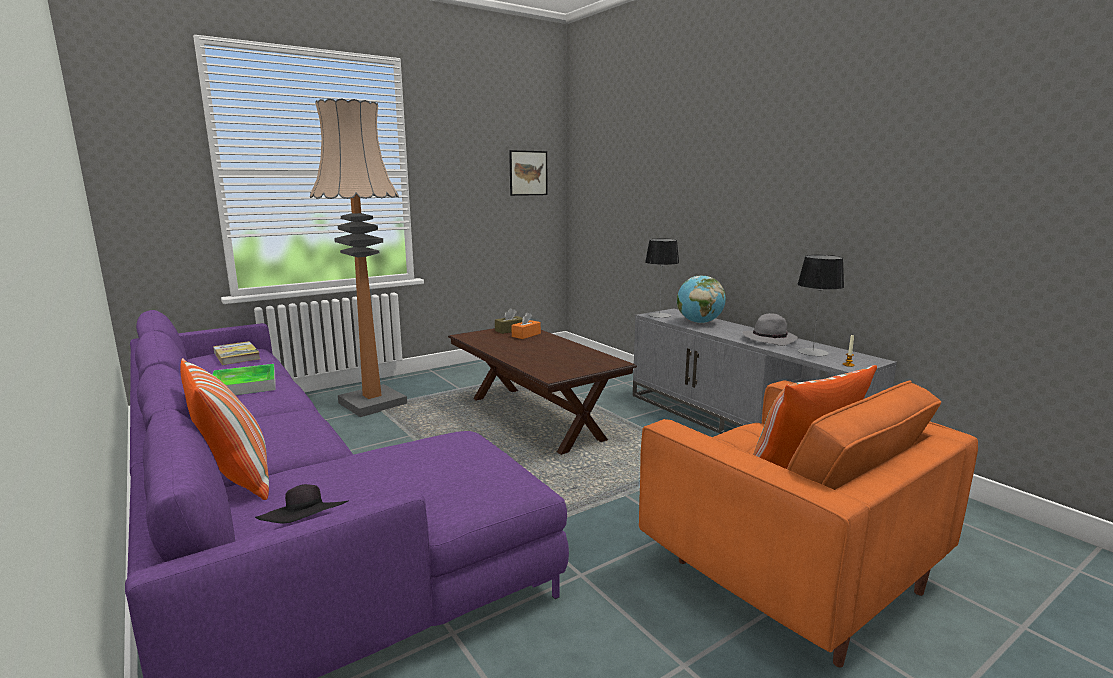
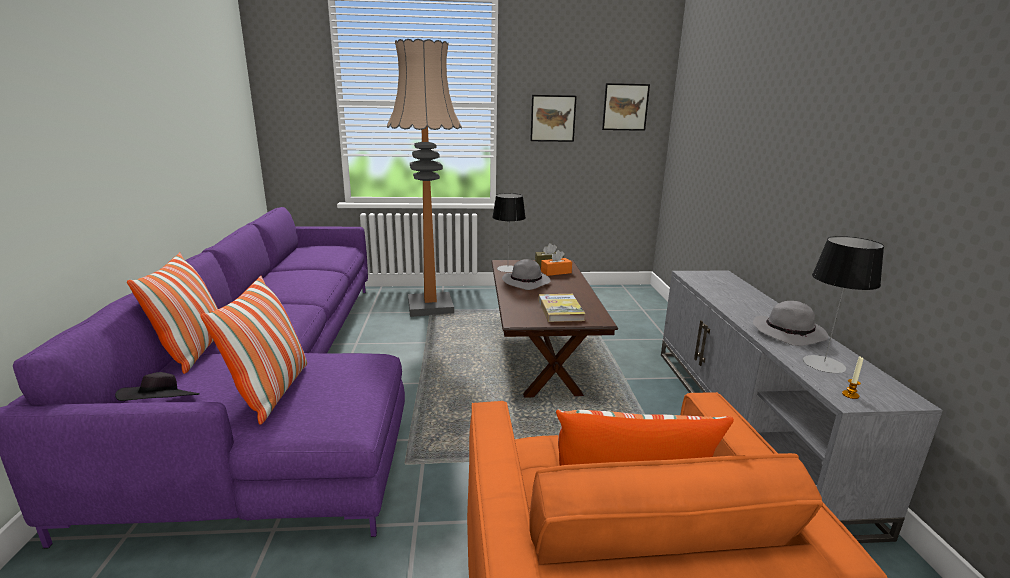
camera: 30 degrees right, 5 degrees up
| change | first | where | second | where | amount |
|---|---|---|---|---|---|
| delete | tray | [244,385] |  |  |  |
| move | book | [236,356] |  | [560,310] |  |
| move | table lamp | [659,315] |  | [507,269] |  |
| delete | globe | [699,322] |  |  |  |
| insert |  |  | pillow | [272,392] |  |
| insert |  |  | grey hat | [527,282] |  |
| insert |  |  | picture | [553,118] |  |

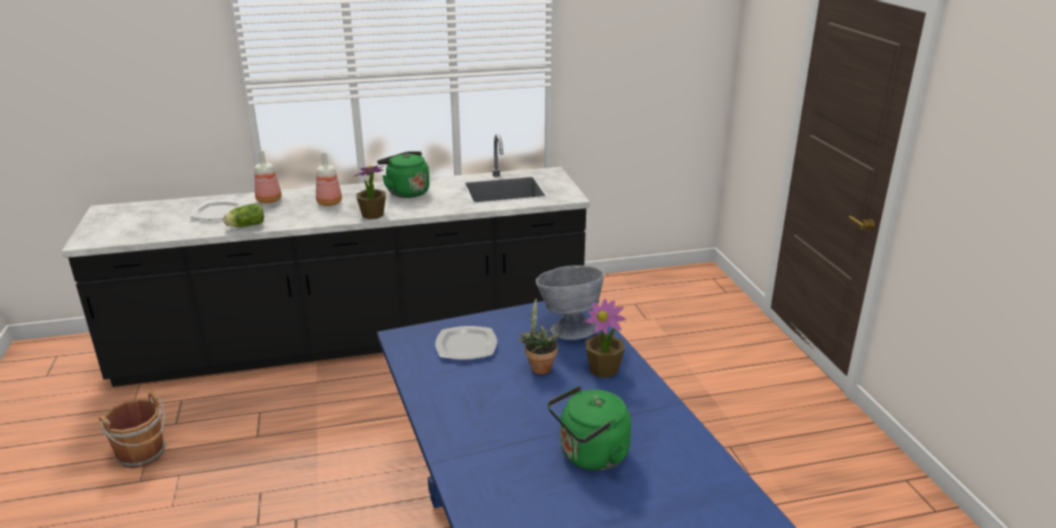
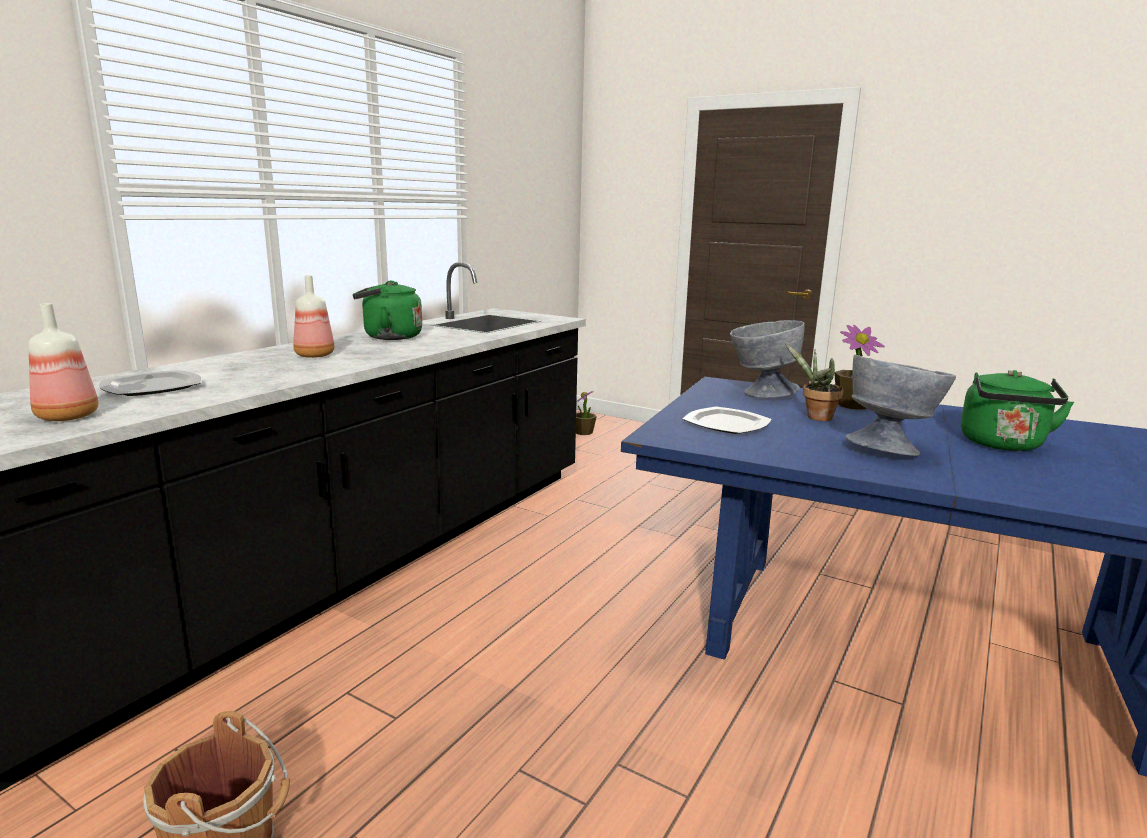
camera: 45 degrees left, 10 degrees down
| change | first | where | second | where | amount |
|---|---|---|---|---|---|
| delete | lettuce | [245,226] |  |  |  |
| move | bottle | [268,200] |  | [66,416] |  |
| move | potted plant | [372,215] |  | [583,432] |  |
| insert |  |  | grey bowl | [889,448] |  |

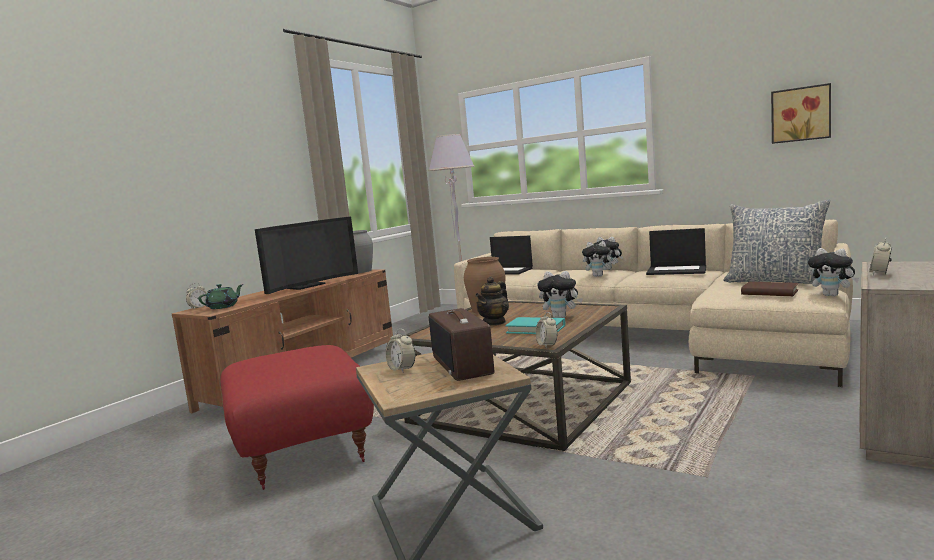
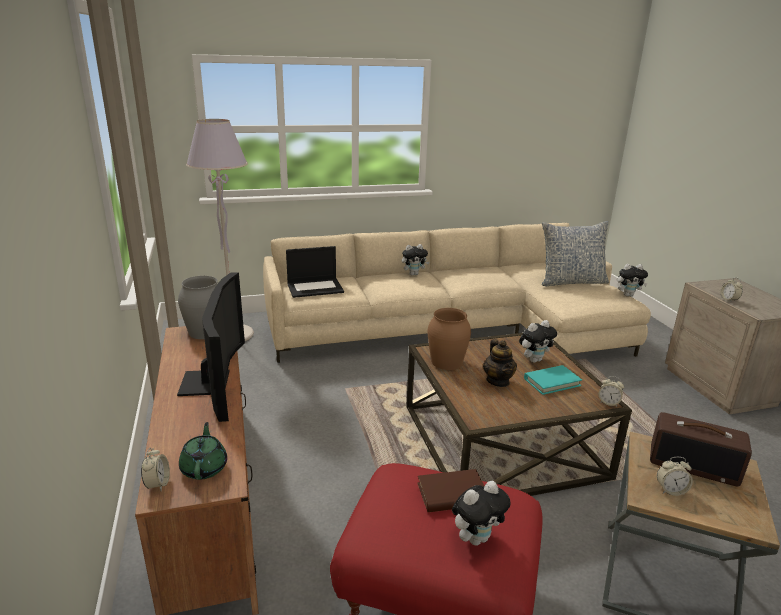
camera: 50 degrees left, 15 degrees up
| change | first | where | second | where | amount |
|---|---|---|---|---|---|
| move | plush toy | [599,276] |  | [476,538] |  |
| delete | laptop | [677,270] |  |  |  |
| move | brown book | [769,292] |  | [452,494] |  |
| delete | picture | [800,114] |  |  |  |

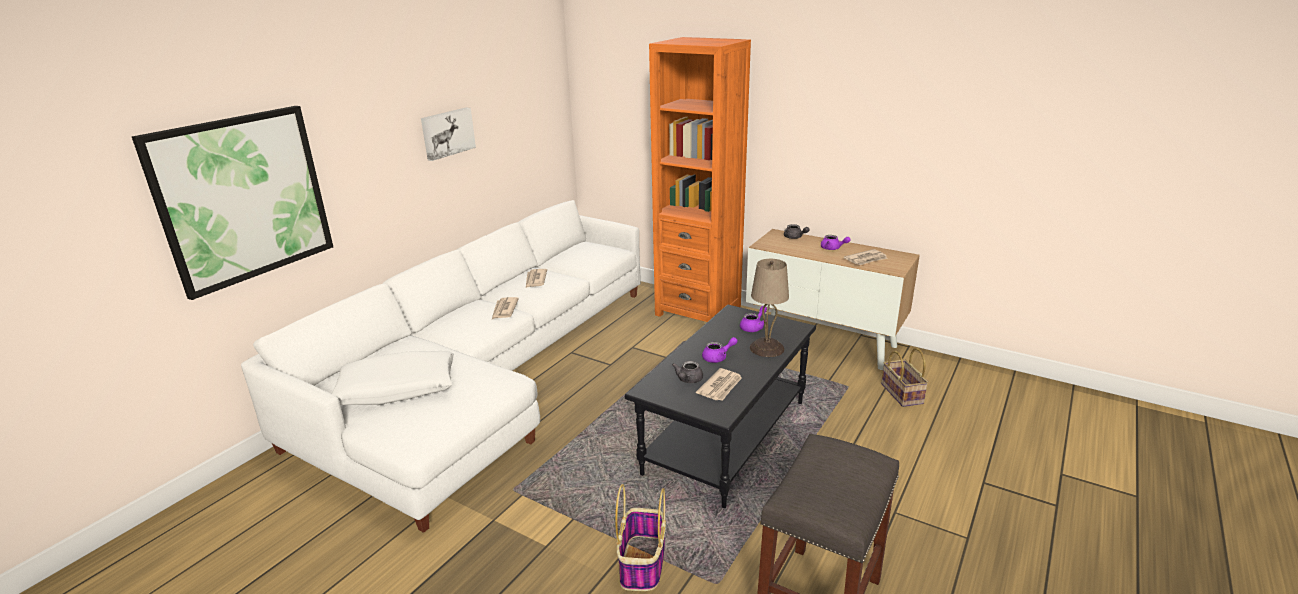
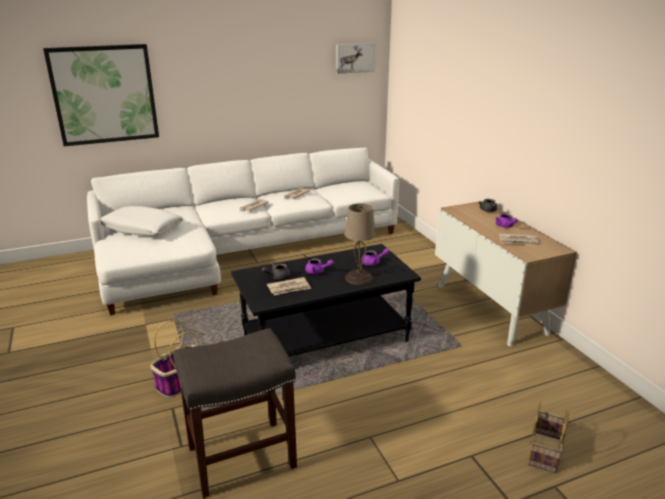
camera: 35 degrees right, 0 degrees up
| change | first | where | second | where | amount |
|---|---|---|---|---|---|
| move | picture | [447,133] |  | [354,58] |  |
| delete | orange bookcase | [698,311] |  |  |  |
| move | basket | [900,393] |  | [543,451] |  |

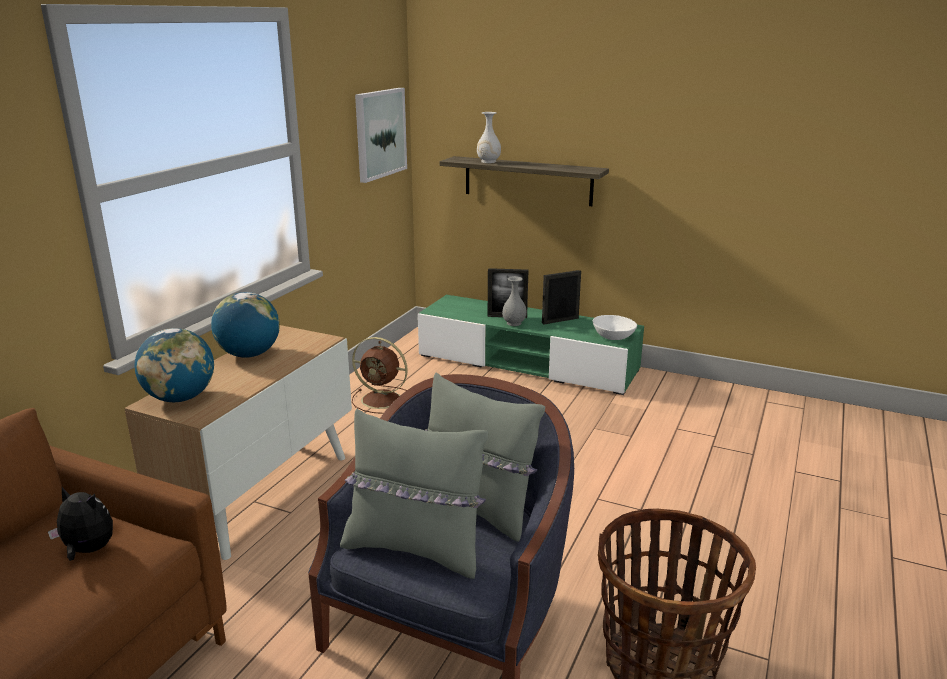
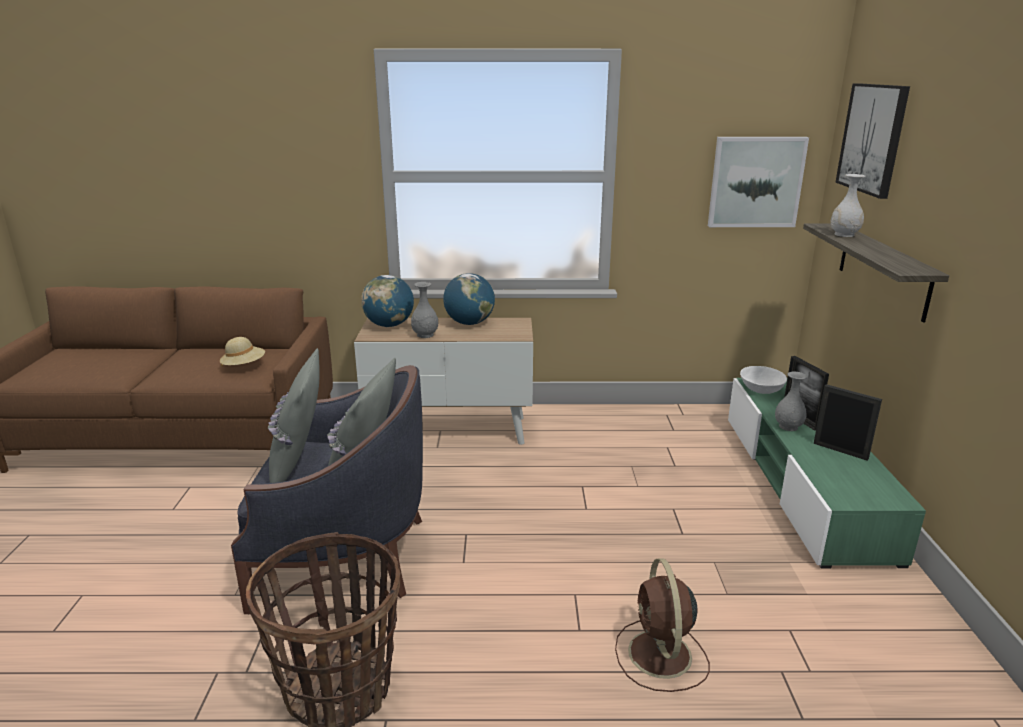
camera: 65 degrees right, 0 degrees up
| change | first | where | second | where | amount |
|---|---|---|---|---|---|
| replace | plush toy | [87,551] | beige hat | [244,366] |  |
| move | brown fan | [383,400] |  | [660,656] |  |
| move | white bowl | [612,337] |  | [760,390] |  |
| insert |  |  | grey vase | [425,335] |  |
| insert |  |  | picture | [873,138] |  |

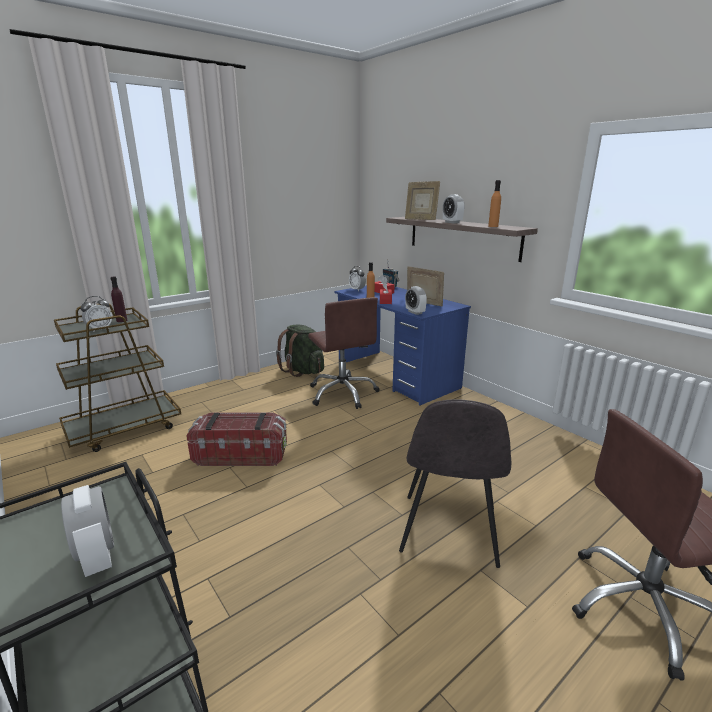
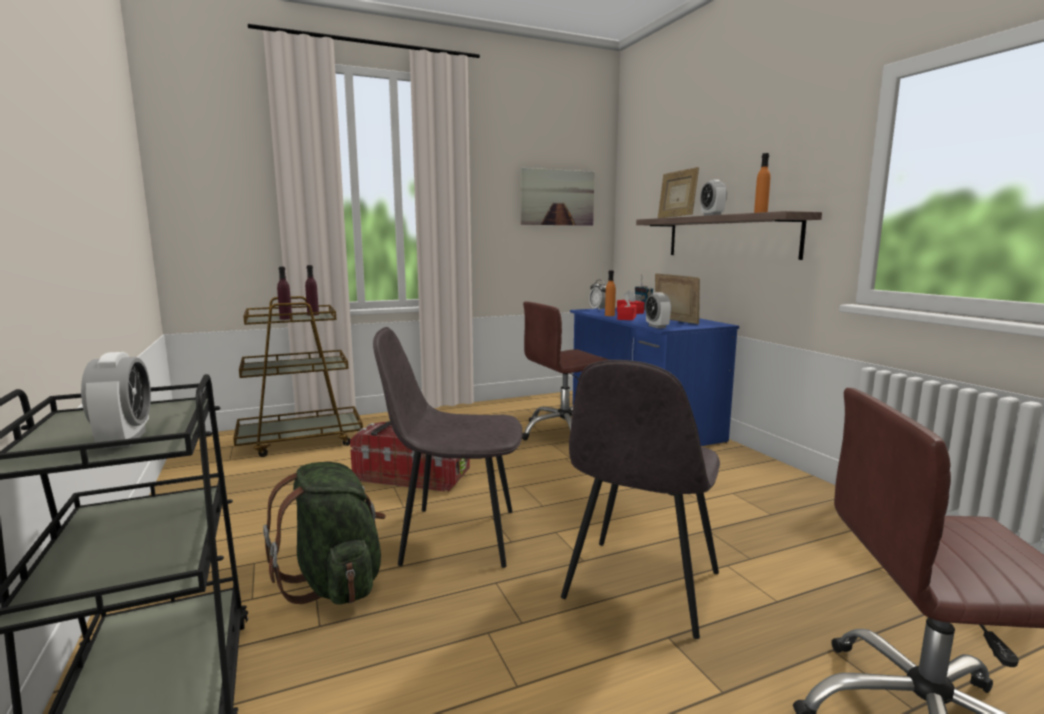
camera: 15 degrees right, 10 degrees down
| change | first | where | second | where | amount |
|---|---|---|---|---|---|
| replace | alarm clock | [100,329] | purple bottle | [286,318] |  |
| move | green backpack | [302,371] |  | [335,583] |  |
| rotate | brown office chair | [343,393] |  | [564,433] | 75 degrees clockwise |
| insert |  |  | grey chair | [455,536] |  |
| insert |  |  | picture | [557,197] |  |

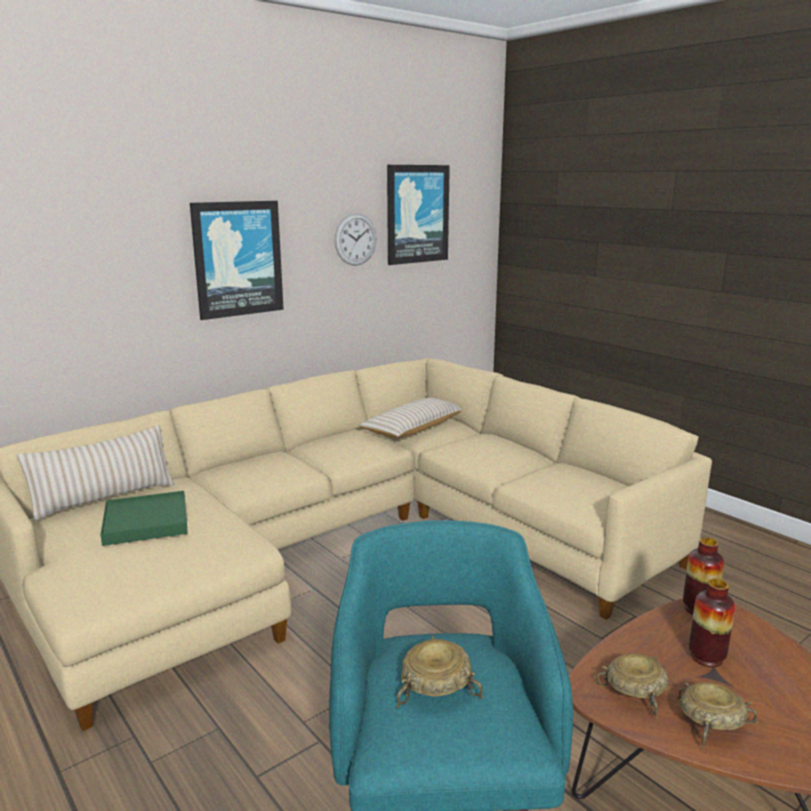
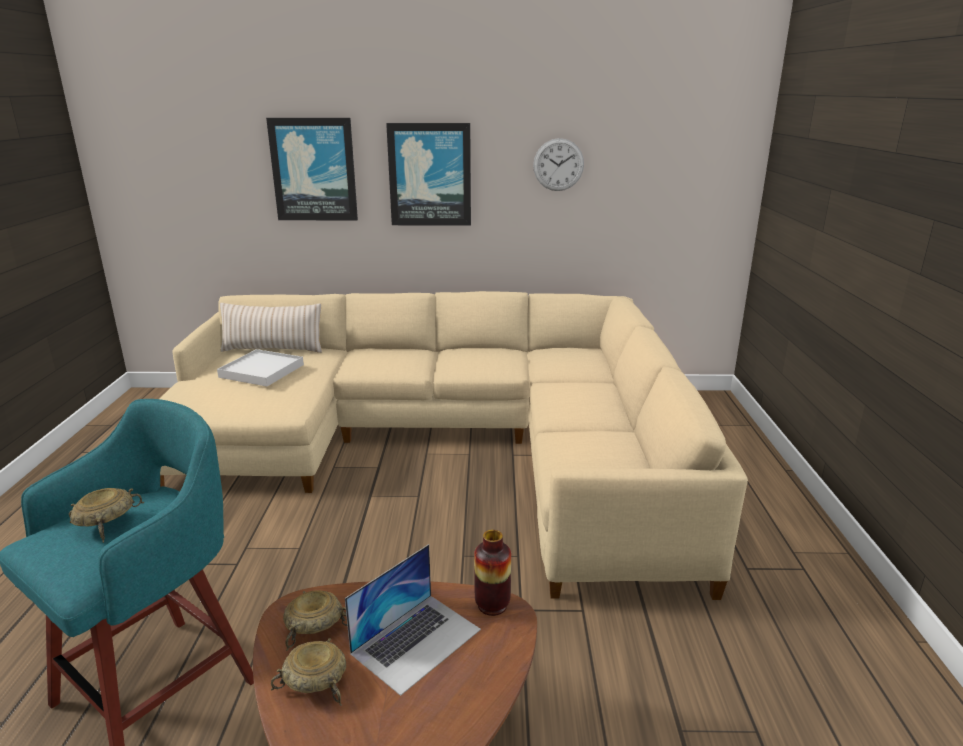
camera: 40 degrees right, 5 degrees up
| change | first | where | second | where | amount |
|---|---|---|---|---|---|
| recolor | green tray | [146,522] | white tray | [262,371] |  |
| delete | beige pillow | [413,429] |  |  |  |
| move | picture | [417,214] |  | [314,170] |  |
| replace | vase | [706,657] | laptop | [416,641] |  |

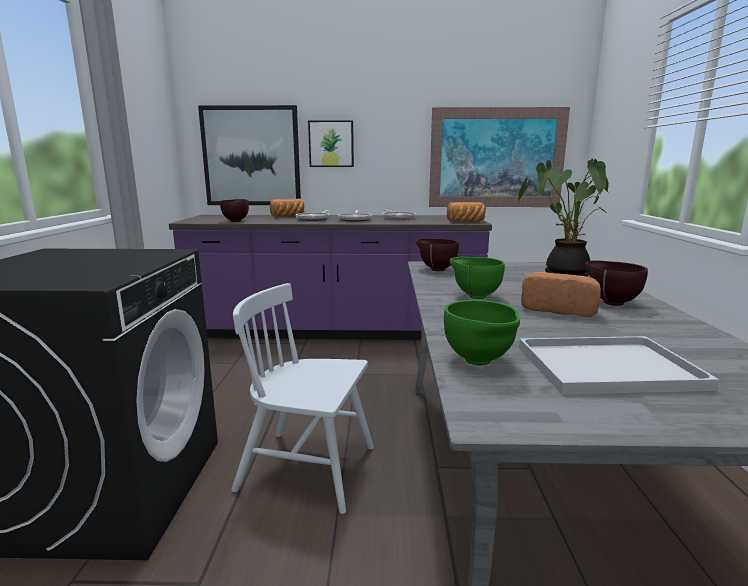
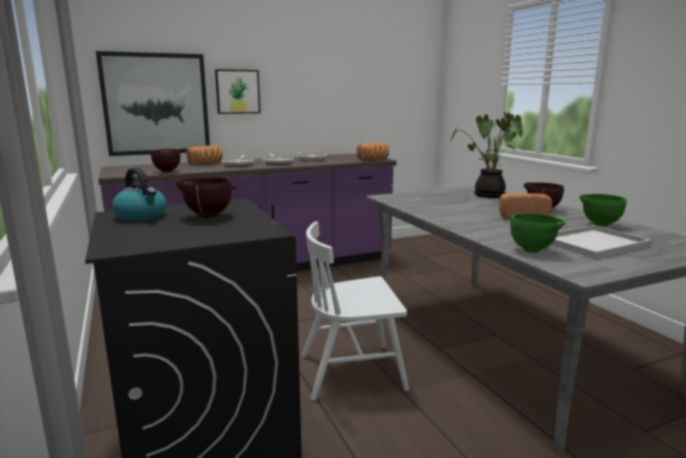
camera: 25 degrees left, 0 degrees up
| change | first | where | second | where | amount |
|---|---|---|---|---|---|
| move | brown bowl | [436,269] |  | [206,216] |  |
| delete | picture | [496,158] |  |  |  |
| move | green bowl | [474,296] |  | [598,225] |  |
| insert |  |  | kettle | [142,216] |  |

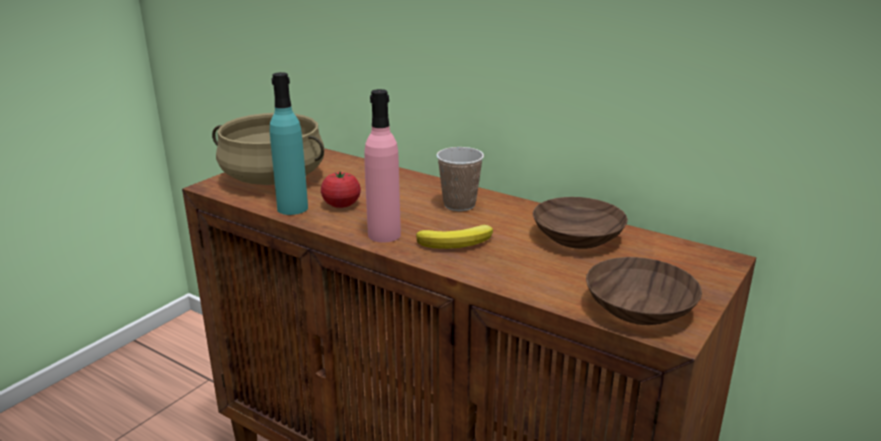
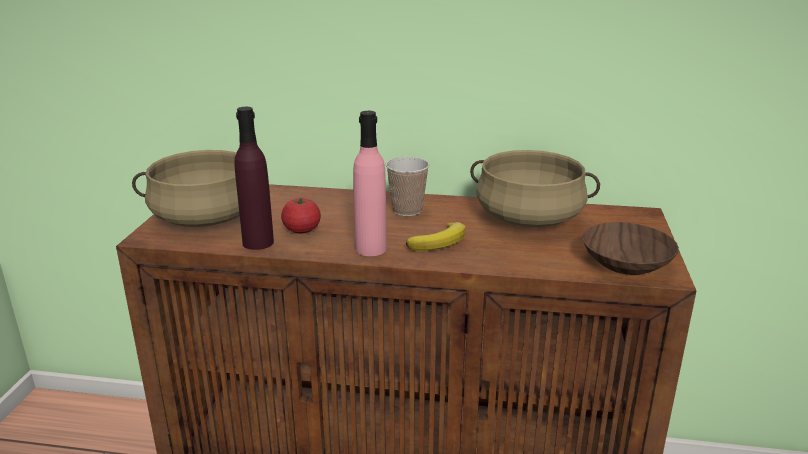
camera: 25 degrees left, 0 degrees up
| change | first | where | second | where | amount |
|---|---|---|---|---|---|
| recolor | turquoise bottle | [292,208] | purple bottle | [258,242] |  |
| replace | brown bowl | [580,237] | beige cooking pot | [529,218] |  |

